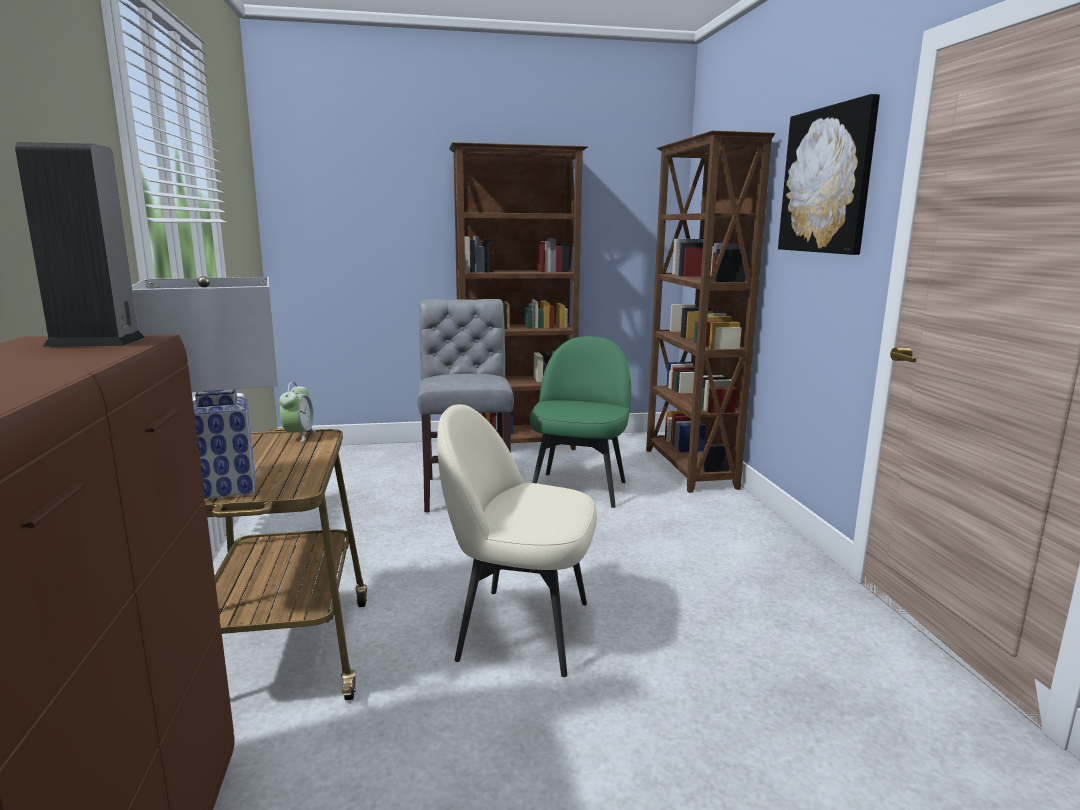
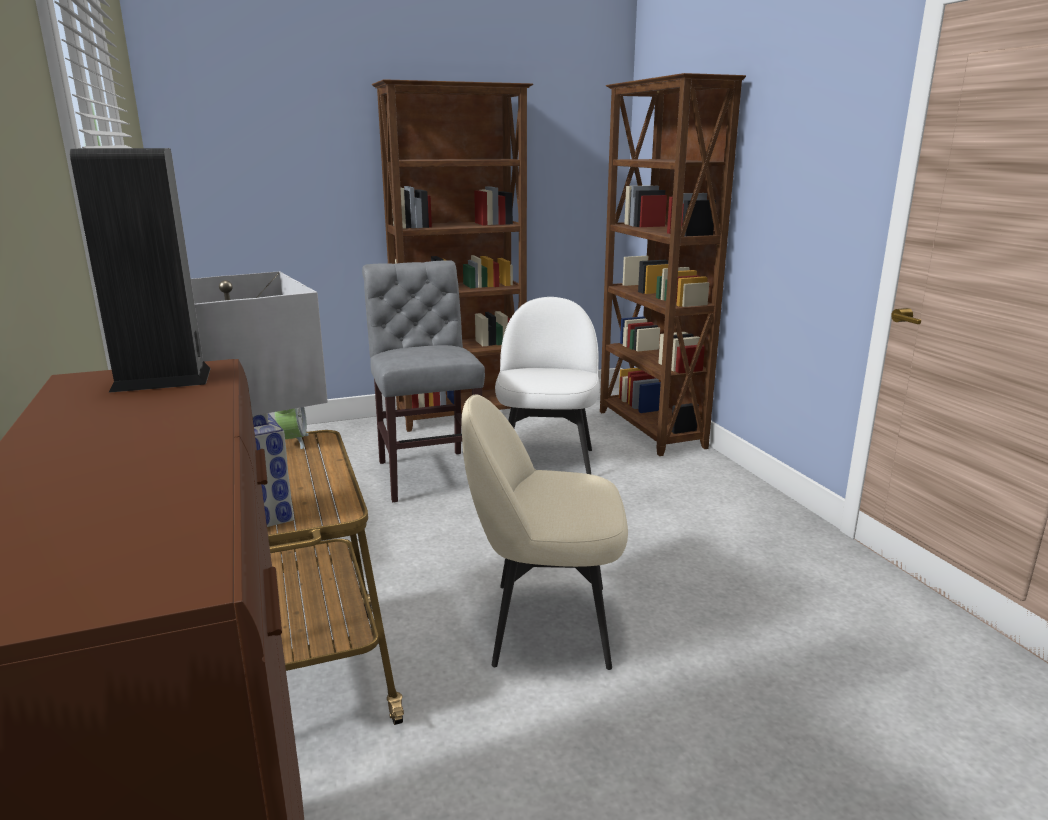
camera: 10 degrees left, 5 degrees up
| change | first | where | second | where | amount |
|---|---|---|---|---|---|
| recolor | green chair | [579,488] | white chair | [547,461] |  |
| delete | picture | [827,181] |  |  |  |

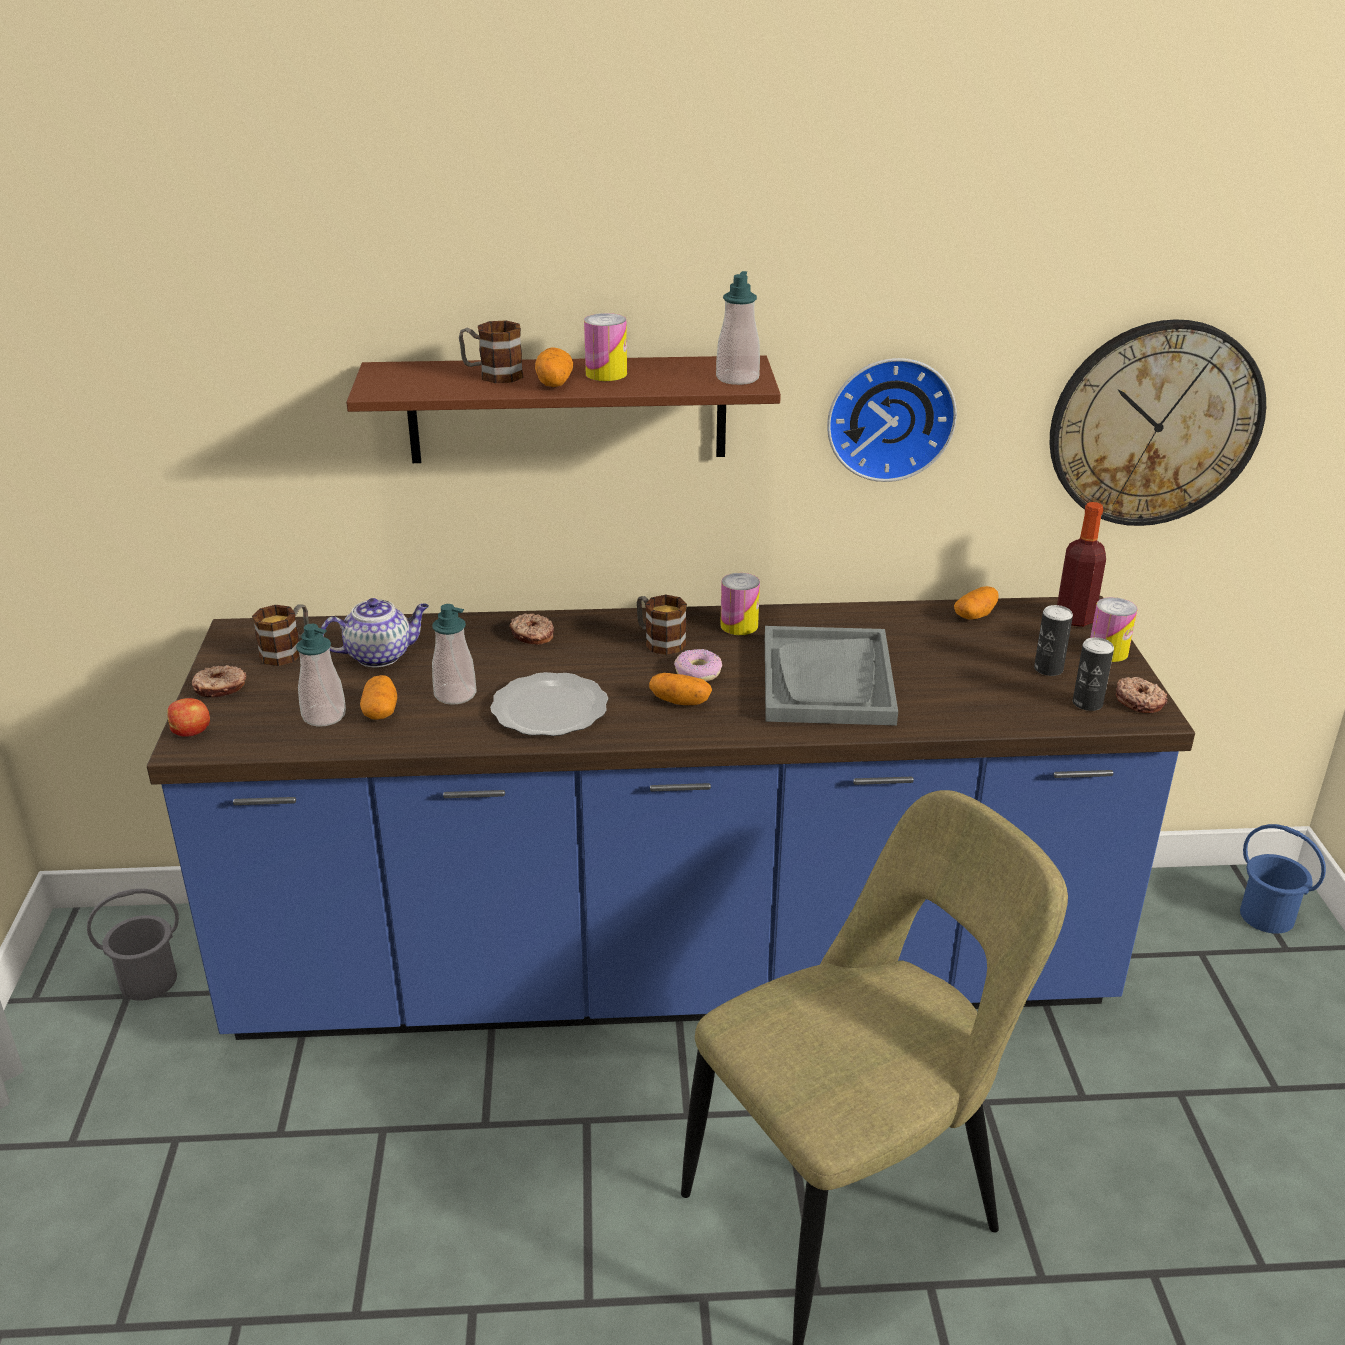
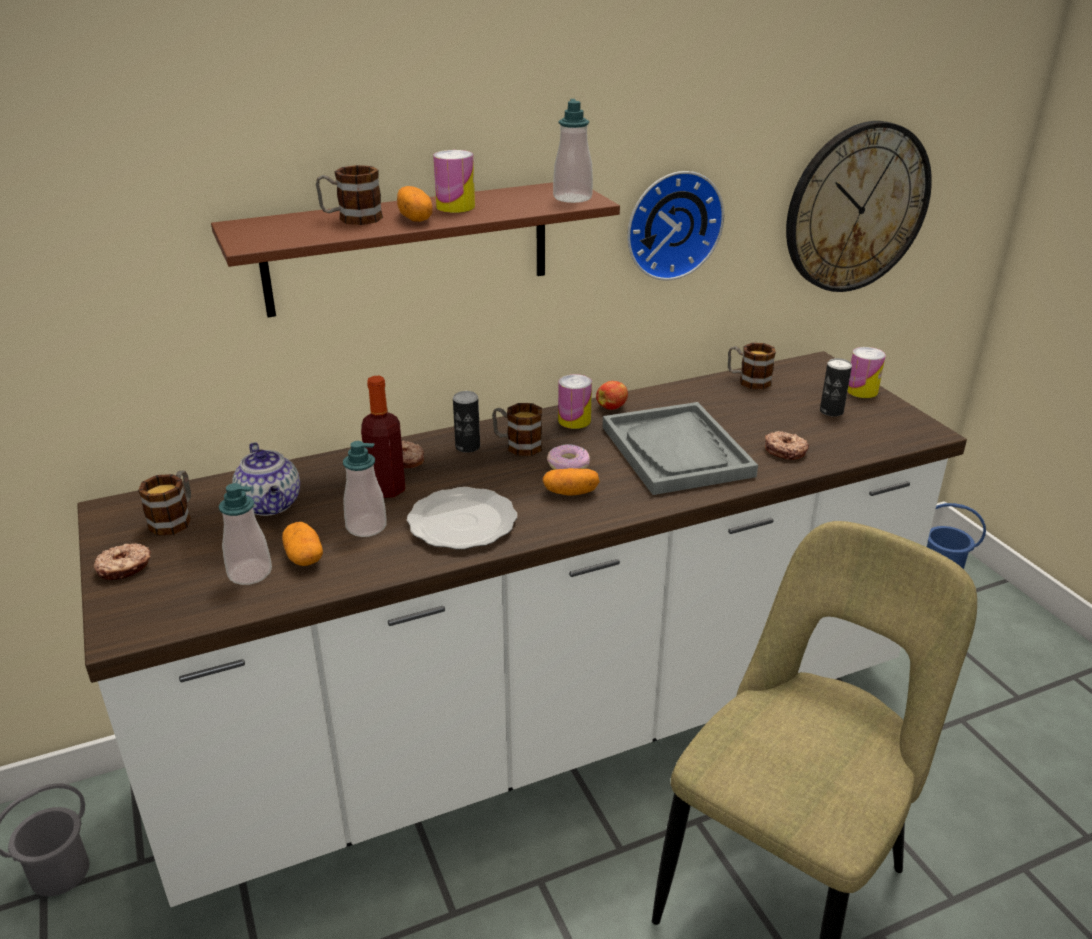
camera: 20 degrees left, 0 degrees up
| change | first | where | second | where | amount |
|---|---|---|---|---|---|
| recolor | blue counter | [671,971] | white counter | [546,727] |  |
| move | apple | [191,732] |  | [612,407] |  |
| rotate | teapot | [380,655] |  | [271,505] | 105 degrees clockwise |
| replace | potato | [975,615] | mug | [748,380] |  |
| move | bottle | [1074,618] |  | [386,489] |  |
| move | can | [1087,703] |  | [467,447] |  |
| move | donut | [1139,701] |  | [785,451] |  |

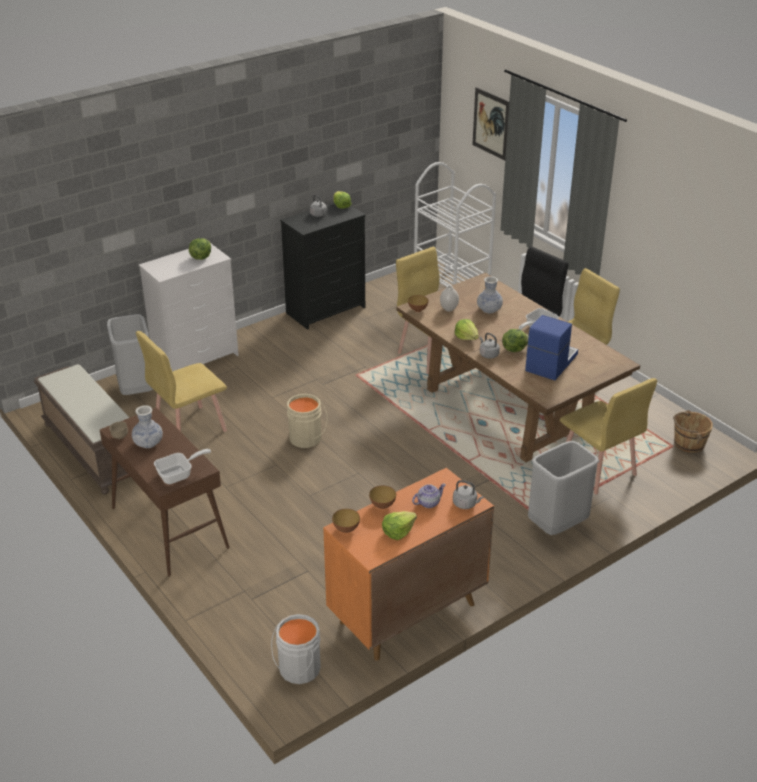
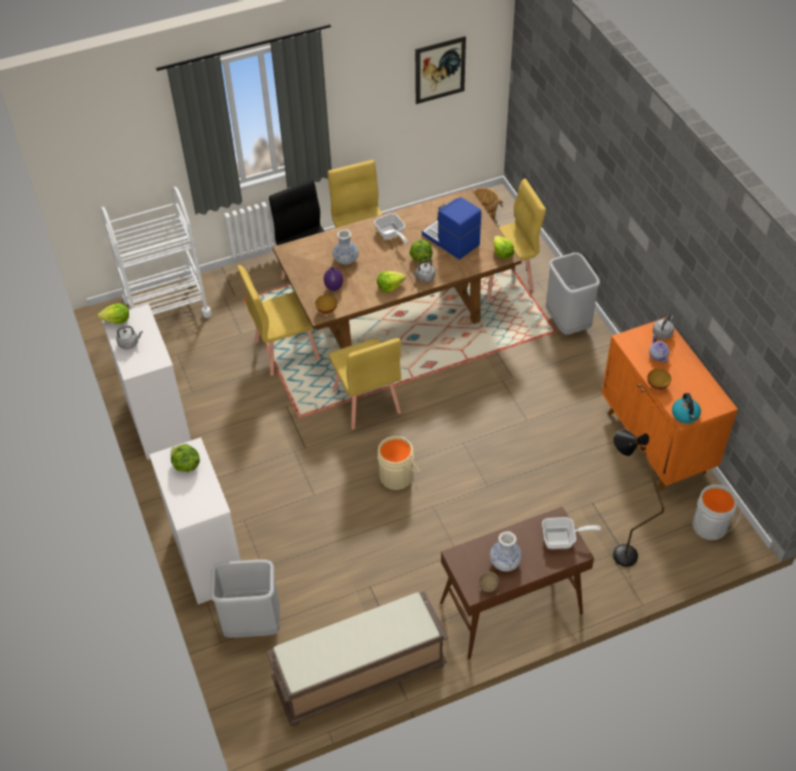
camera: 75 degrees left, 15 degrees up
| change | first | where | second | where | amount |
|---|---|---|---|---|---|
| move | yellow chair | [189,427] |  | [366,402] |  |
| rotate | frying pan | [179,474] |  | [563,539] | 105 degrees clockwise |
| recolor | black dresser | [326,310] | white dresser | [158,421] |  |
| replace | bowl | [346,529] | kettle | [685,415] |  |
| move | lettuce | [398,531] |  | [502,253] |  |
| recolor | white vase | [449,309] | purple vase | [334,287] |  |
| move | picture | [491,123] |  | [440,70] |  |
| insert |  |  | black floor lamp | [617,550] |  |

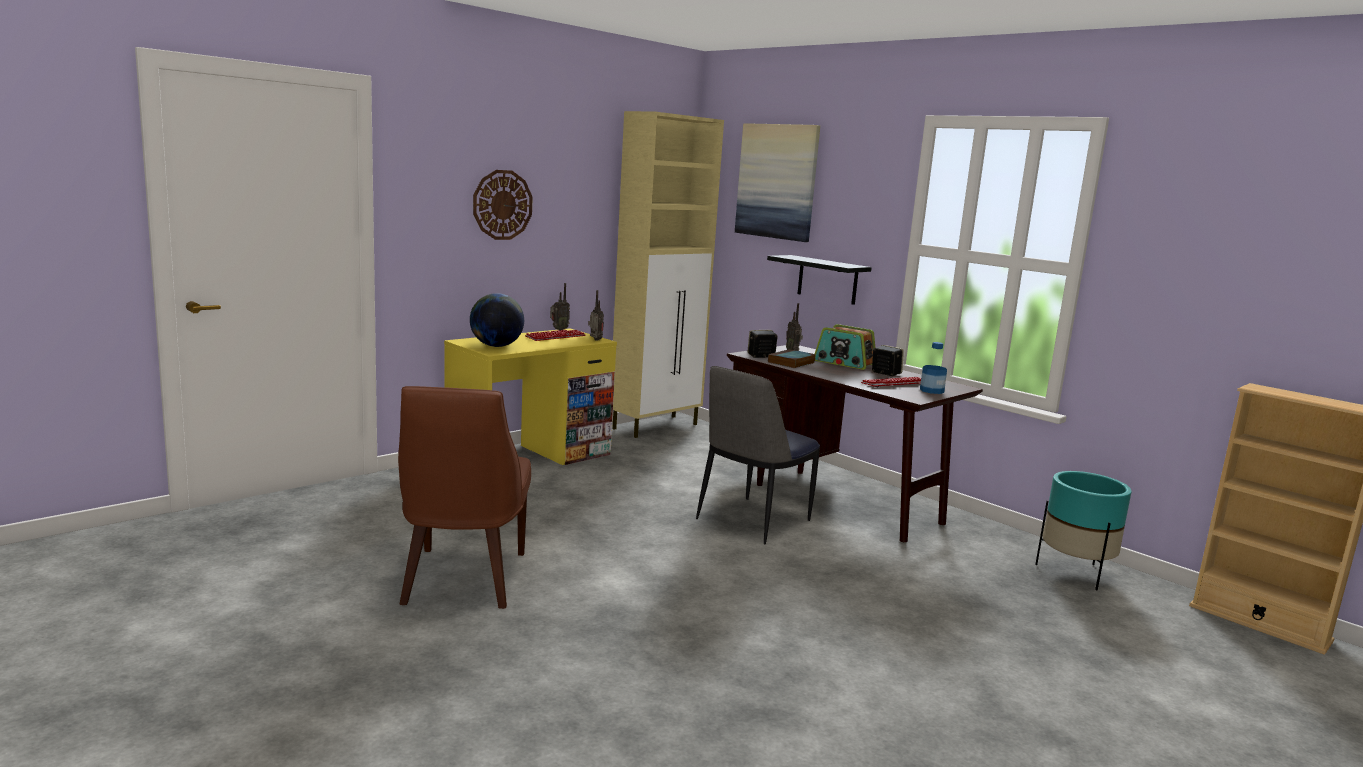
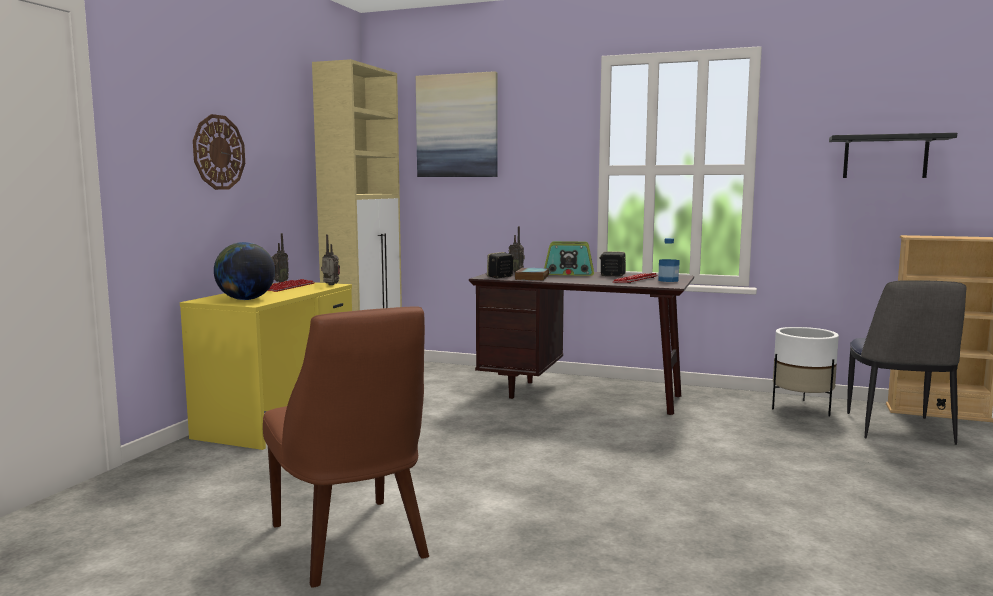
camera: 25 degrees left, 5 degrees down
| change | first | where | second | where | amount |
|---|---|---|---|---|---|
| move | chair | [751,521] |  | [898,429] |  |
| move | black shelf | [827,280] |  | [885,157] |  |
| recolor | turquoise planter | [1075,572] | white planter | [801,408] |  |

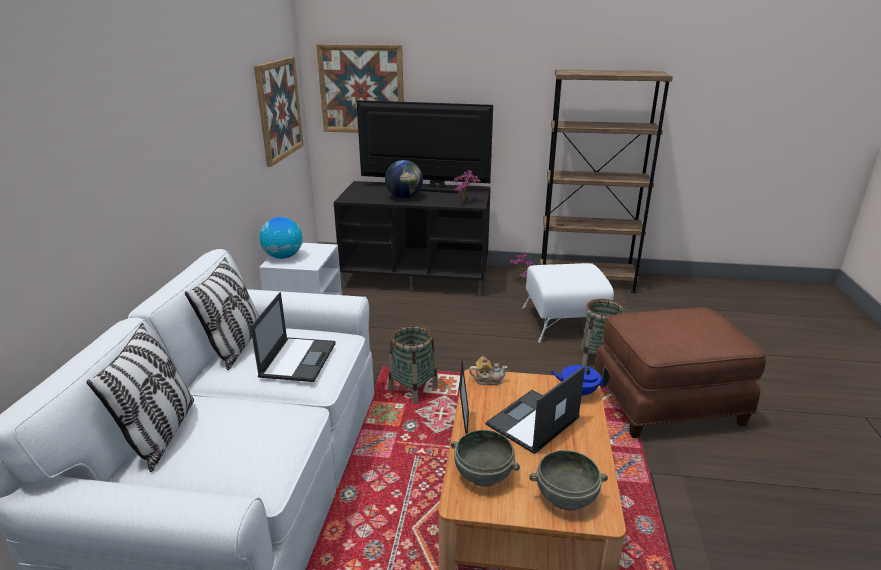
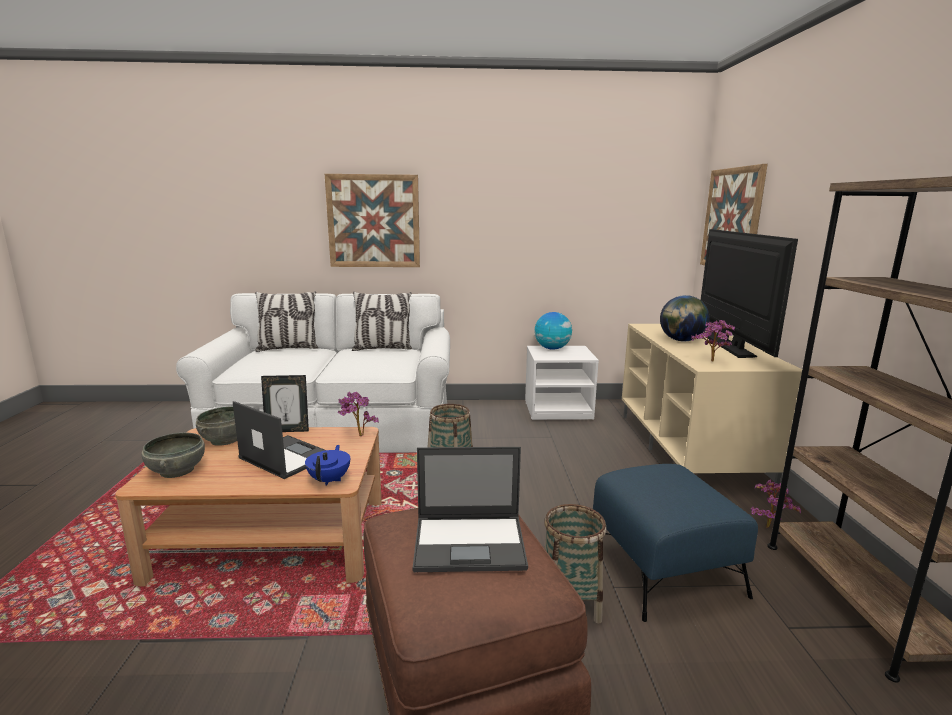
camera: 80 degrees right, 10 degrees down
| change | first | where | second | where | amount |
|---|---|---|---|---|---|
| move | laptop | [298,359] |  | [471,543] |  |
| move | picture | [279,109] |  | [373,221] |  |
| recolor | black tv stand | [418,276] | beige tv stand | [691,449] |  |
| replace | teapot | [487,380] | potted plant | [357,436] |  |
| recolor | white ottoman | [565,322] | blue ottoman | [663,570] |  |

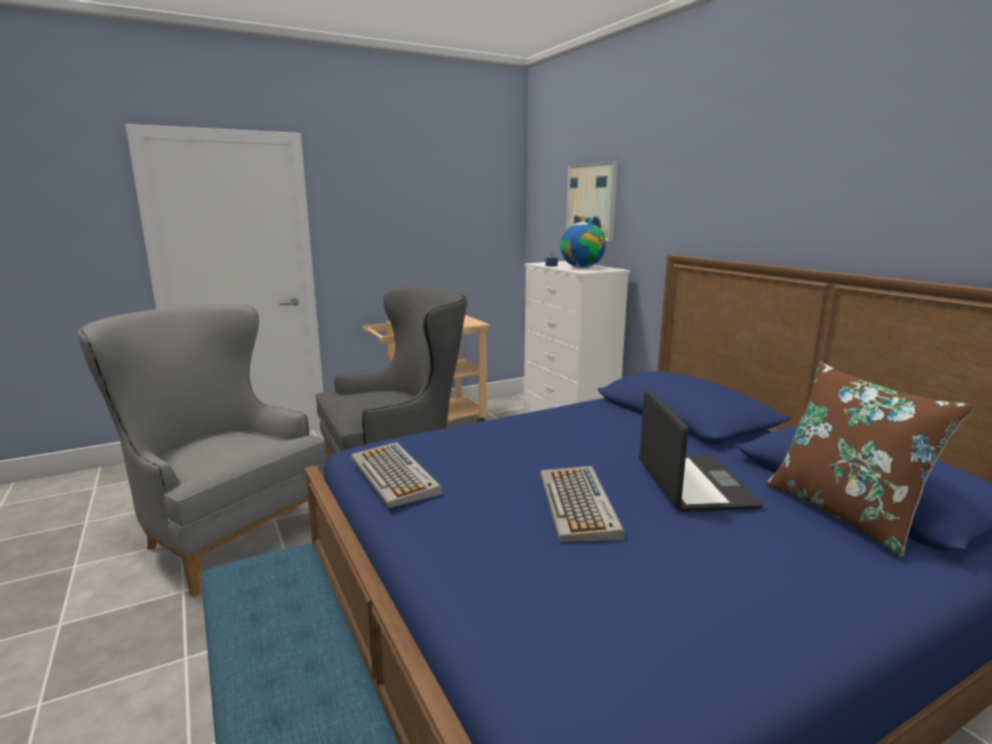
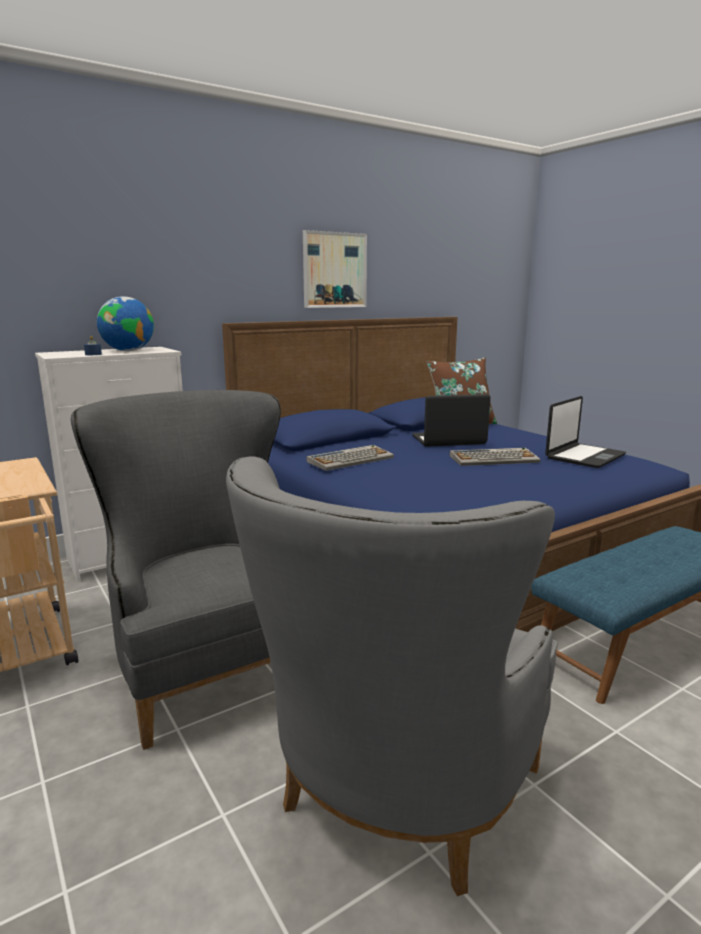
camera: 95 degrees left, 0 degrees up
| change | first | where | second | where | amount |
|---|---|---|---|---|---|
| move | keyboard | [395,476] |  | [350,459] |  |
| move | picture | [592,202] |  | [334,270] |  |
| insert |  |  | laptop | [584,456] |  |

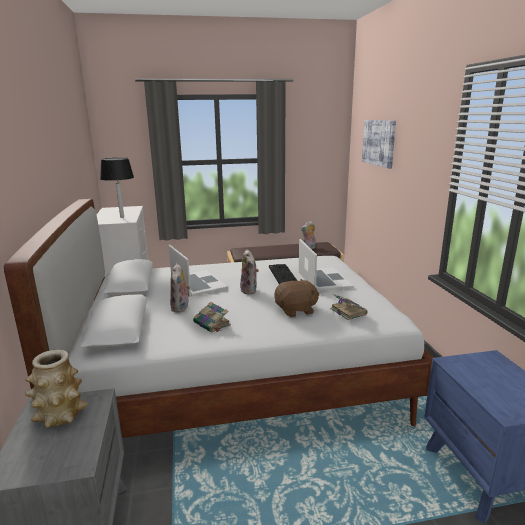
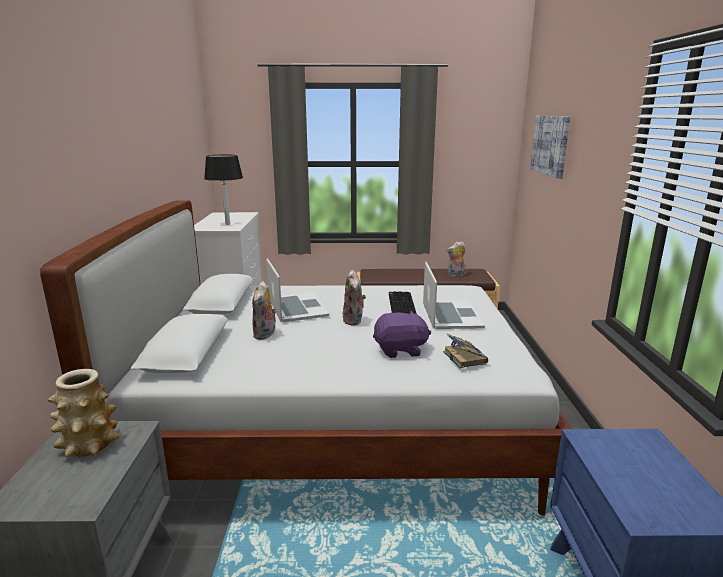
camera: 10 degrees right, 0 degrees up
| change | first | where | second | where | amount |
|---|---|---|---|---|---|
| delete | book | [212,324] |  |  |  |
| recolor | brown plush toy | [296,310] | purple plush toy | [400,350] |  |

